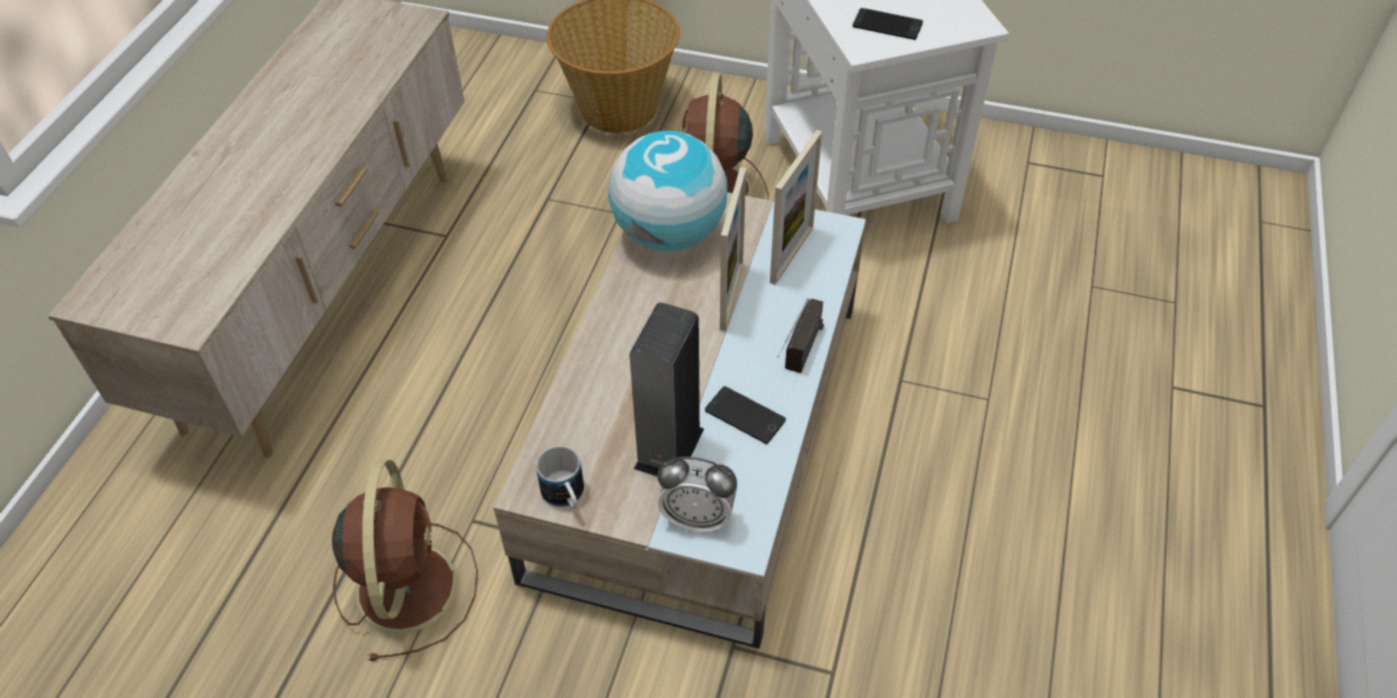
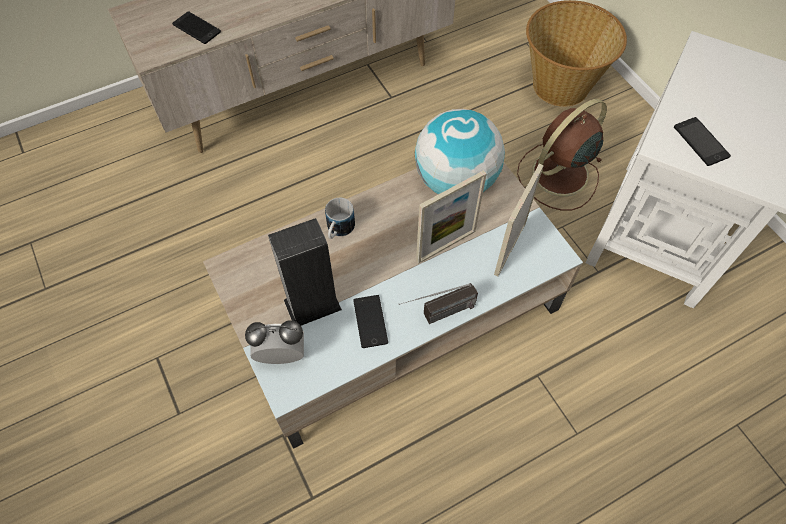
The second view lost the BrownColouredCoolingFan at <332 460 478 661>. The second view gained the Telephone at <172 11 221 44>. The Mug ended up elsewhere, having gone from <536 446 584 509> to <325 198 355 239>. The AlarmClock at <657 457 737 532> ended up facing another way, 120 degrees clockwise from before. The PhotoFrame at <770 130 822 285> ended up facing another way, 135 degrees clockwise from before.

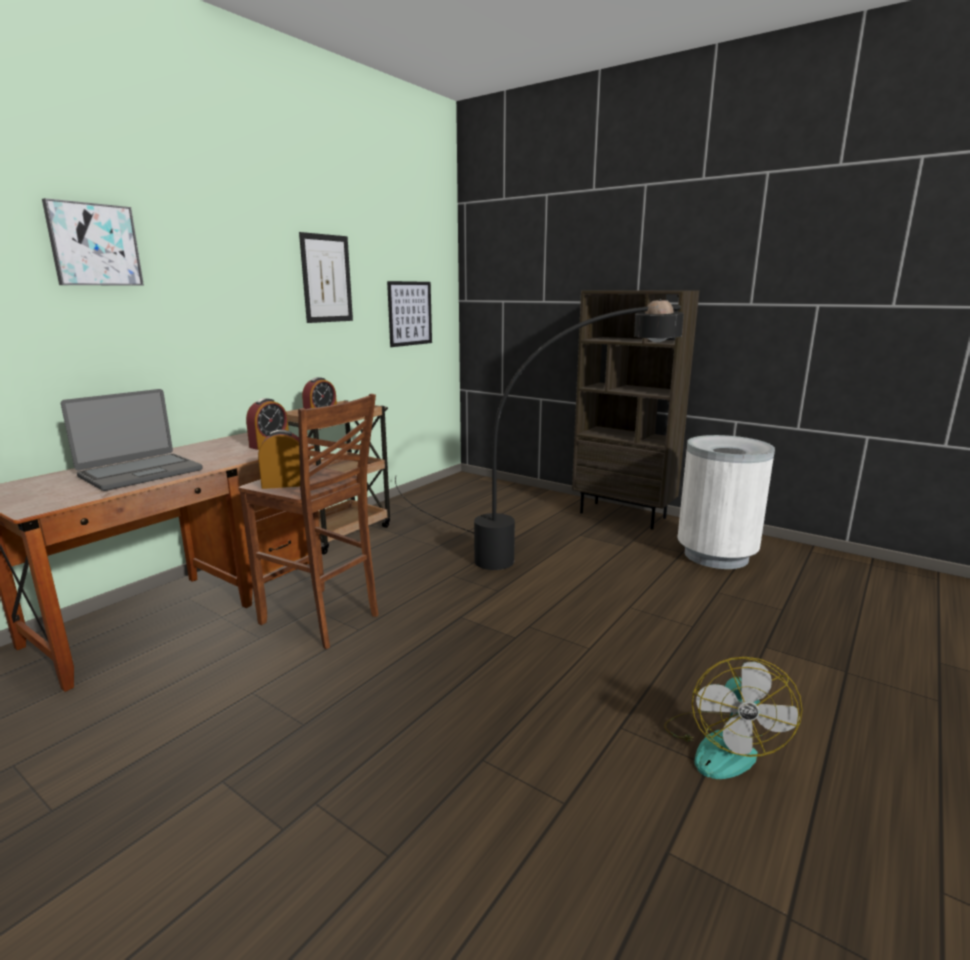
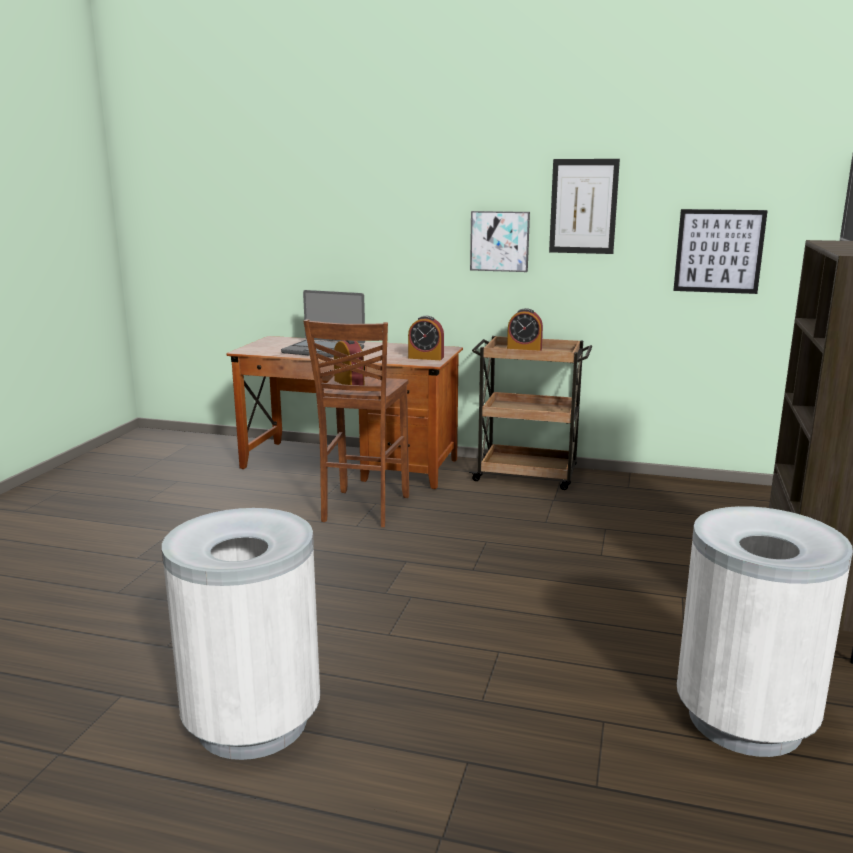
The second view lost the BlackColouredFloorLamp at <395 299 684 570>. The WallPicture ended up elsewhere, having gone from <42 198 144 286> to <470 211 530 272>. Where the CoolingFan stood at <664 657 803 779>, the WhiteTrashCan came to stand at <162 508 320 760>.

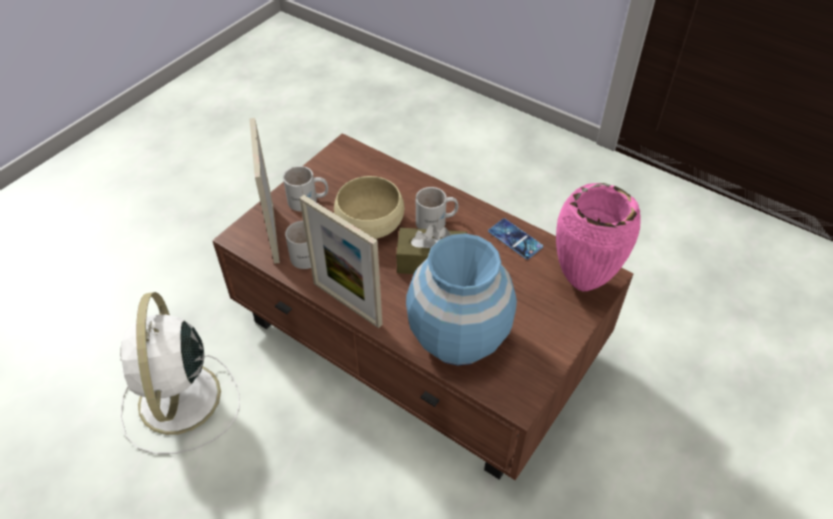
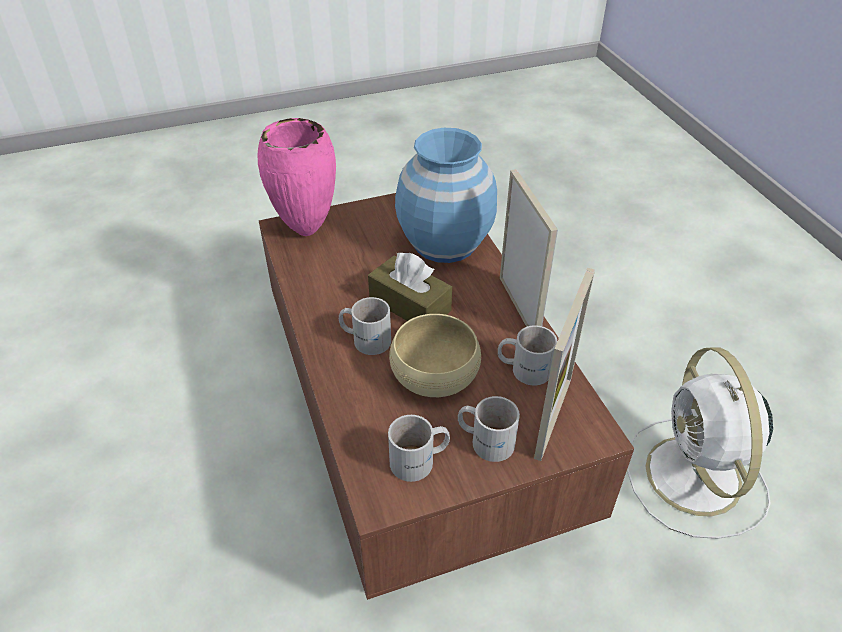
The second view lost the Telephone at <488 218 543 260>. The second view gained the WhiteMug at <388 415 450 482>. The WhiteCoolingFan at <120 292 240 454> ended up facing another way, 150 degrees clockwise from before.

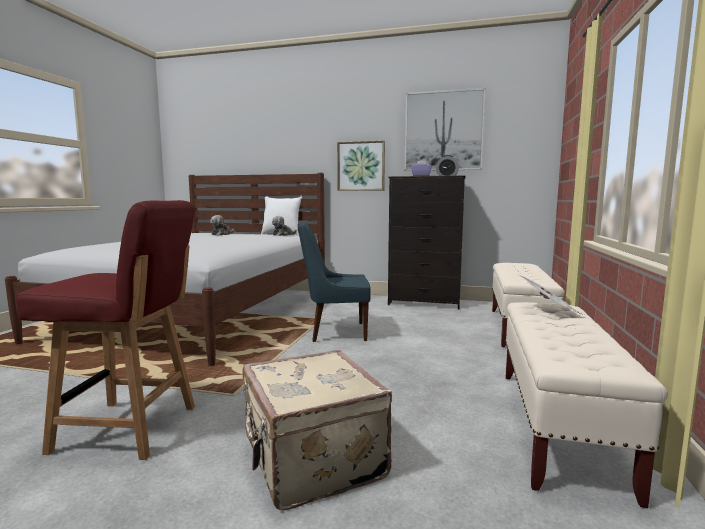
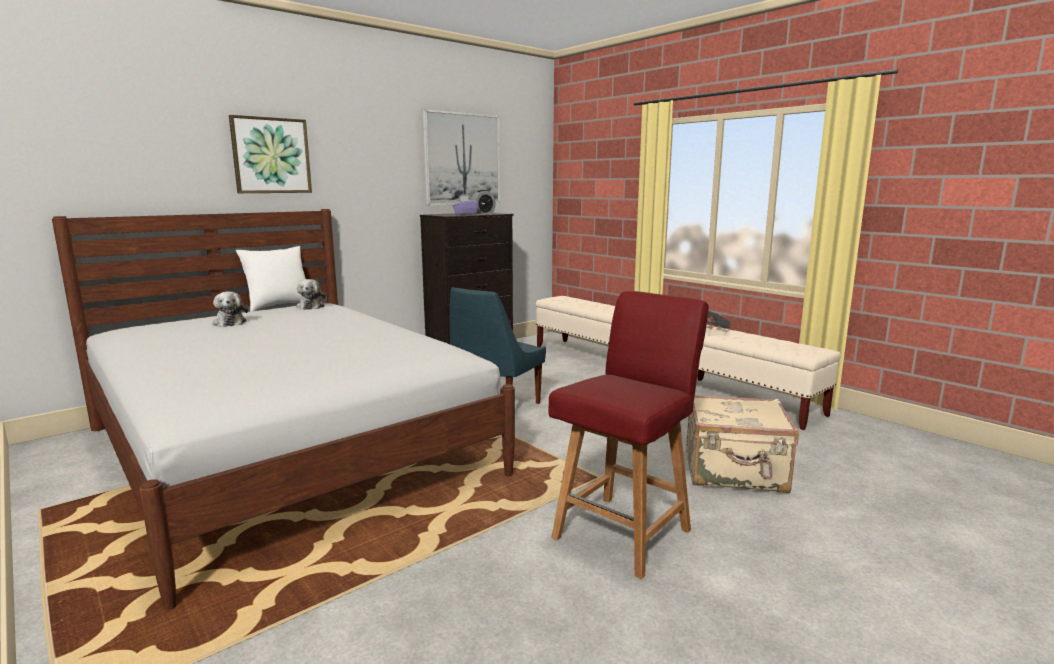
The WallPicture ended up elsewhere, having gone from <337 141 385 191> to <229 115 312 193>.

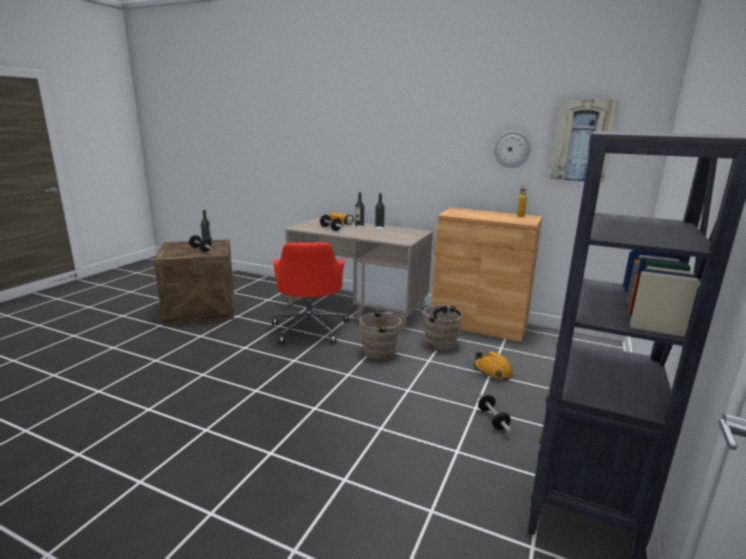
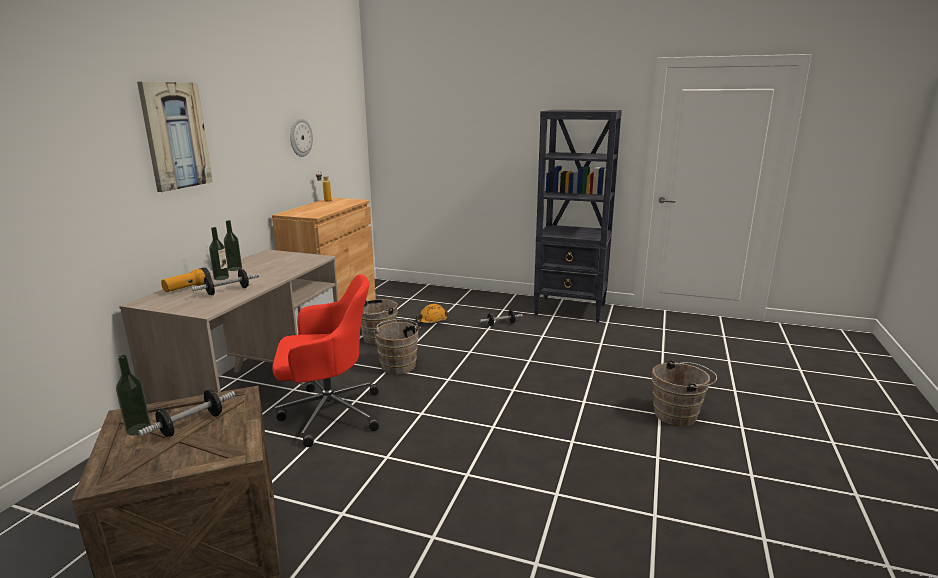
The second view gained the BrownColouredBucket at <652 360 717 426>. The WallPicture ended up elsewhere, having gone from <550 100 618 183> to <137 82 213 192>.

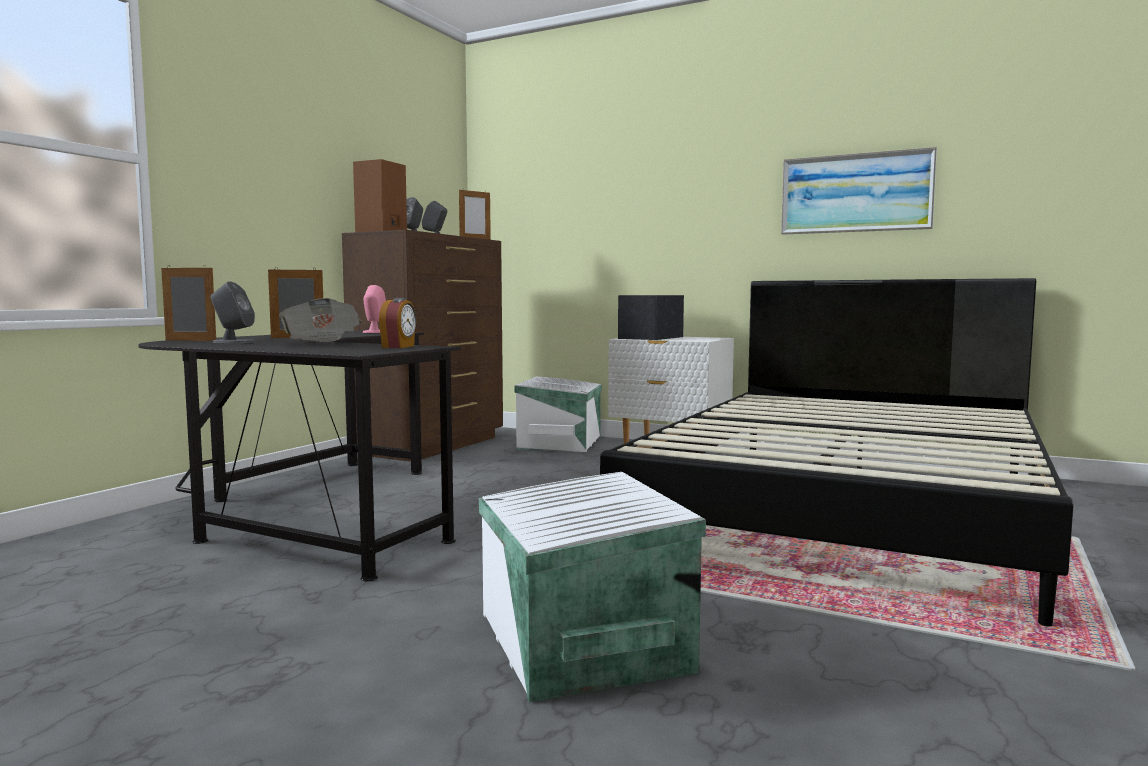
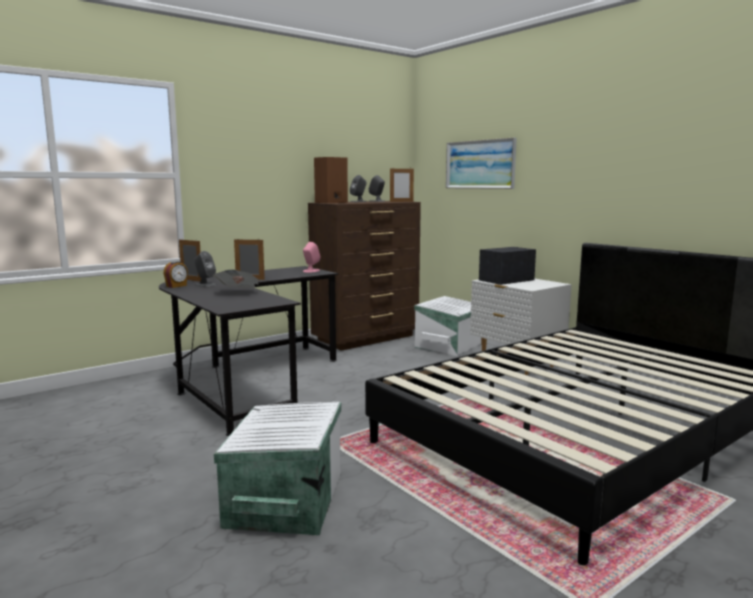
The AlarmClock ended up elsewhere, having gone from <379 298 416 348> to <164 261 188 288>. The WallPicture ended up elsewhere, having gone from <781 147 937 235> to <446 138 517 189>.

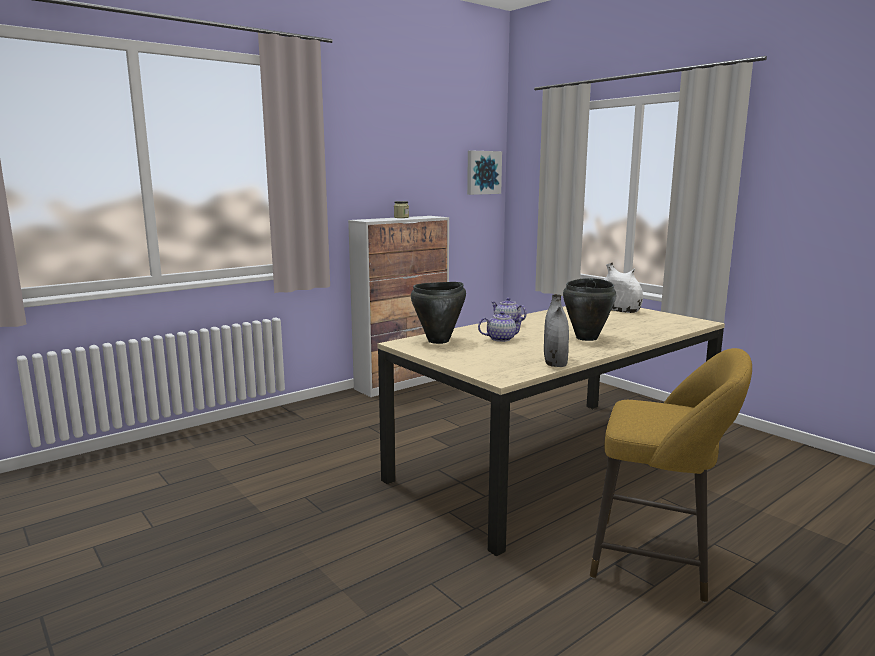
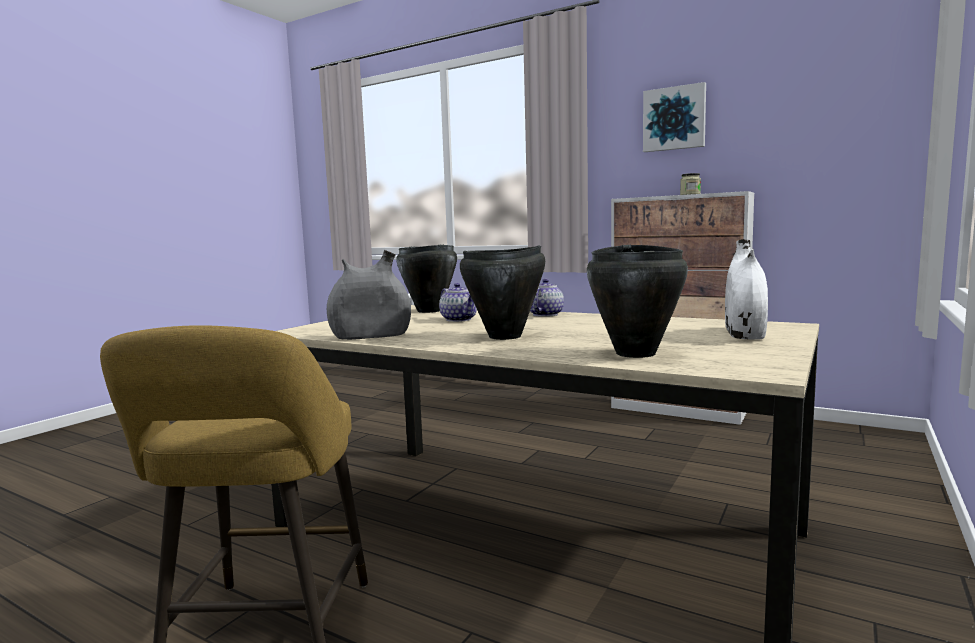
The second view gained the BlackColouredStockpot at <587 245 688 358>. The WallPicture ended up elsewhere, having gone from <467 151 502 195> to <643 82 706 152>.

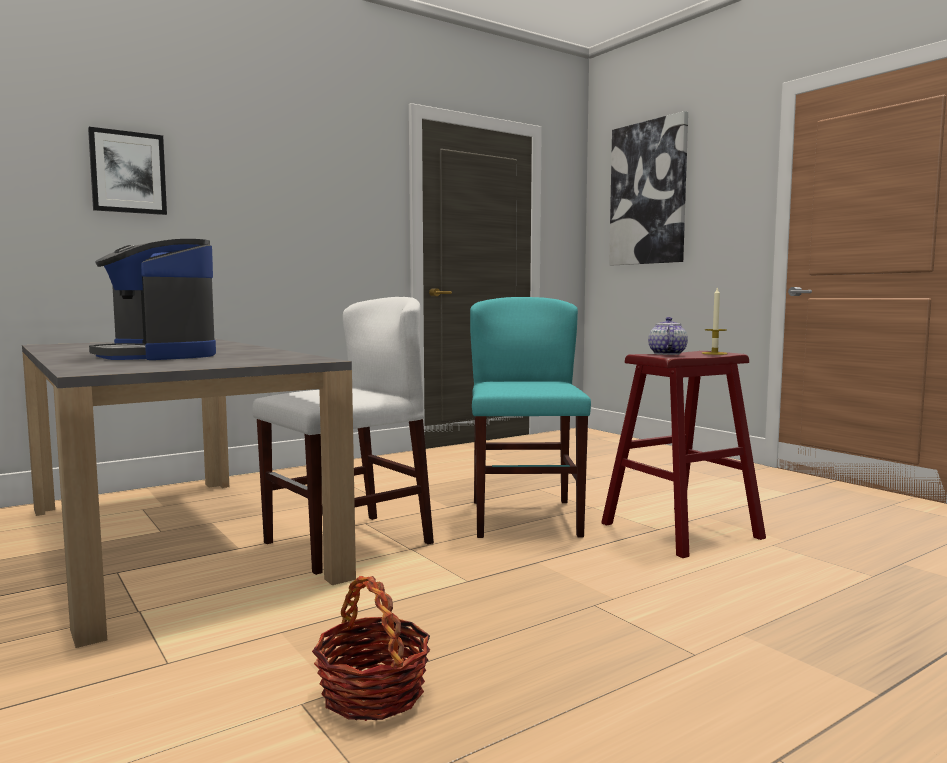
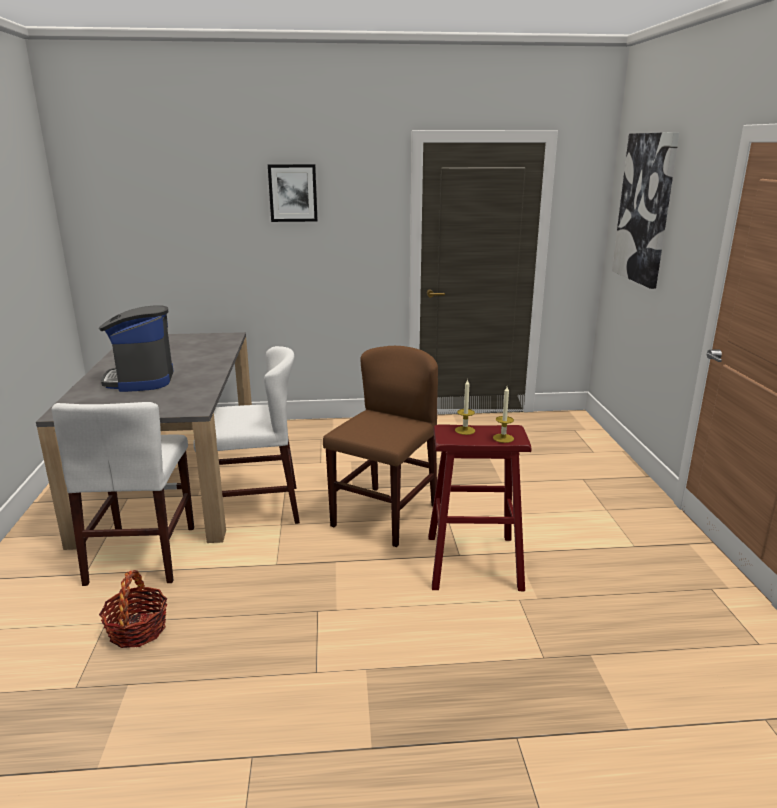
The second view gained the WhitePlainChair at <52 402 194 586>. The WallPicture ended up elsewhere, having gone from <88 127 167 215> to <268 164 318 222>. Where the PotForTea stood at <648 317 688 355>, the WaxLight came to stand at <455 379 475 435>. What was the TurquoisePlainChair at <470 297 591 538> turned into the BrownColouredPlainChair at <323 346 438 547>.

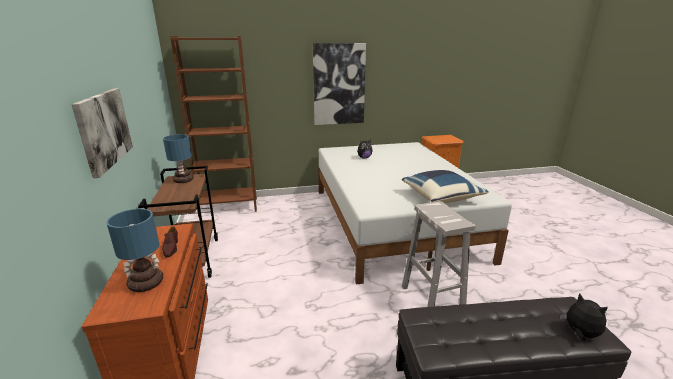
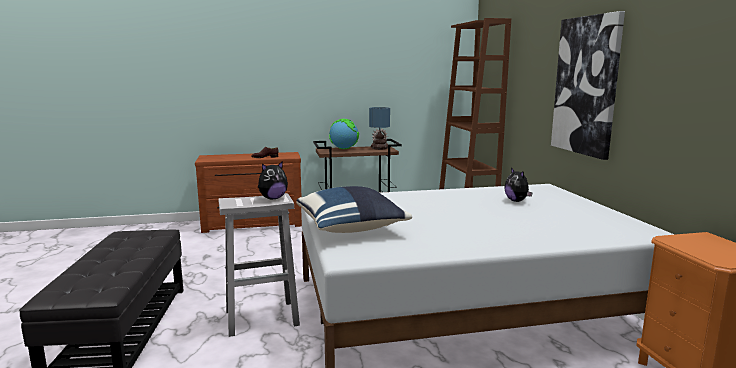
The second view lost the WallPicture at <71 88 133 178>. The second view lost the TableLamp at <106 209 163 292>. The second view gained the Globe at <329 119 359 149>. The CuddlyToy ended up elsewhere, having gone from <560 293 608 341> to <258 161 288 199>.

